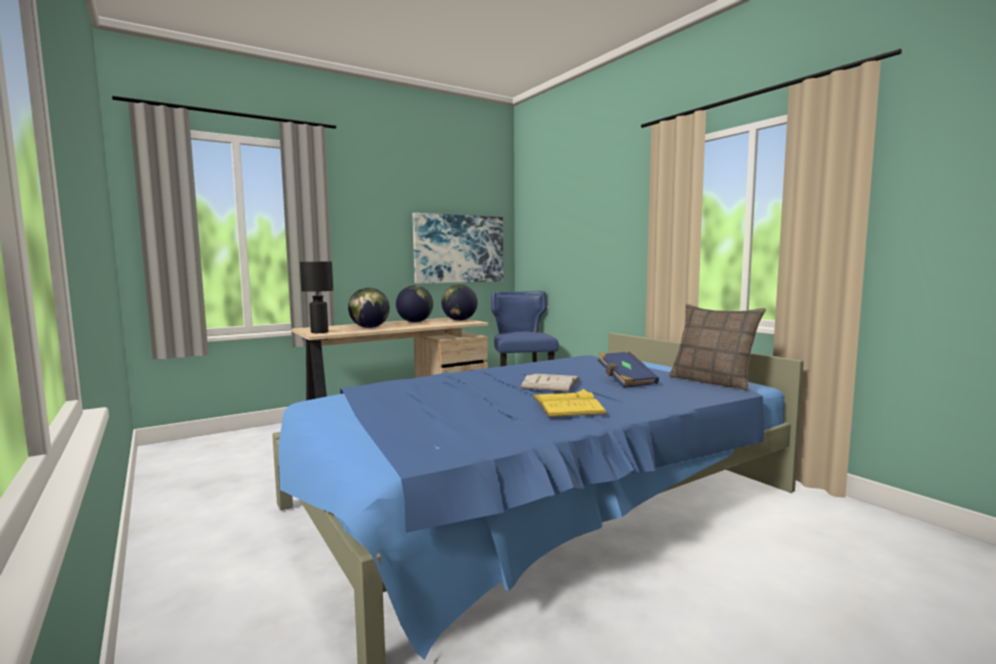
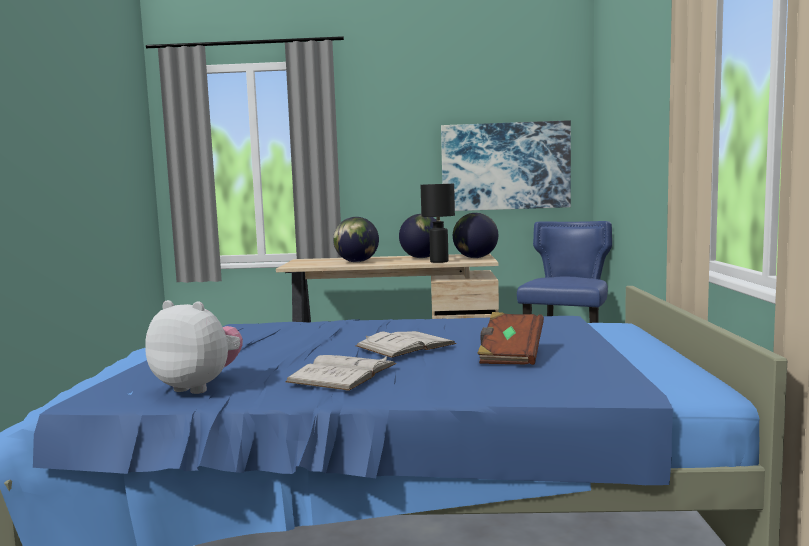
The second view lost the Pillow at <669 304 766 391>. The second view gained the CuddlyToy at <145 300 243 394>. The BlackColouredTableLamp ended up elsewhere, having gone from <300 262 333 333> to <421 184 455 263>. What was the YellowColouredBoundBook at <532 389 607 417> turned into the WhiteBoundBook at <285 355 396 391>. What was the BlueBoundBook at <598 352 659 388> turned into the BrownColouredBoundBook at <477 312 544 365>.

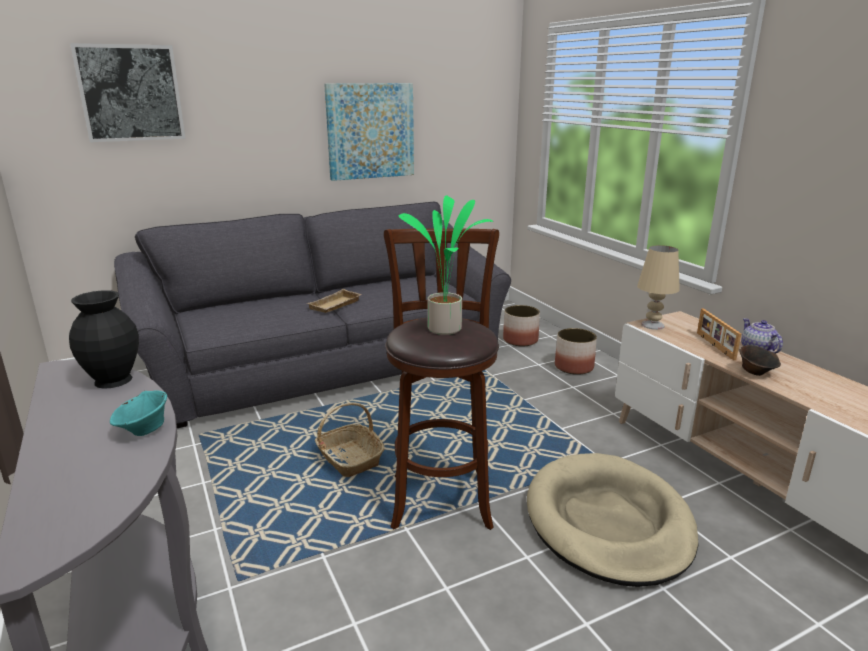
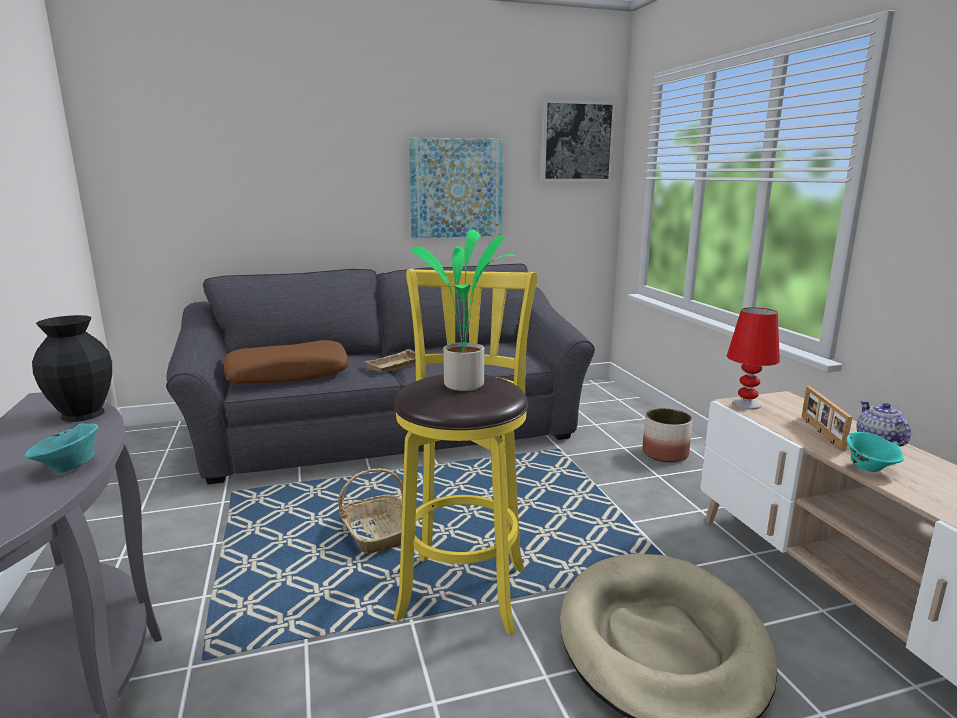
The second view lost the FlowerPot at <503 305 540 346>. The second view gained the BrownColouredPillow at <224 340 349 383>. The WallPicture ended up elsewhere, having gone from <70 43 186 142> to <540 99 616 181>. What was the BrownColouredStool at <384 229 499 530> turned into the YellowColouredStool at <394 269 538 636>. What was the BeigeTableLamp at <637 245 680 330> turned into the RedColouredTableLamp at <727 308 780 410>. What was the BrownColouredDeepDish at <740 345 781 376> turned into the TurquoiseDeepDish at <846 432 904 472>.

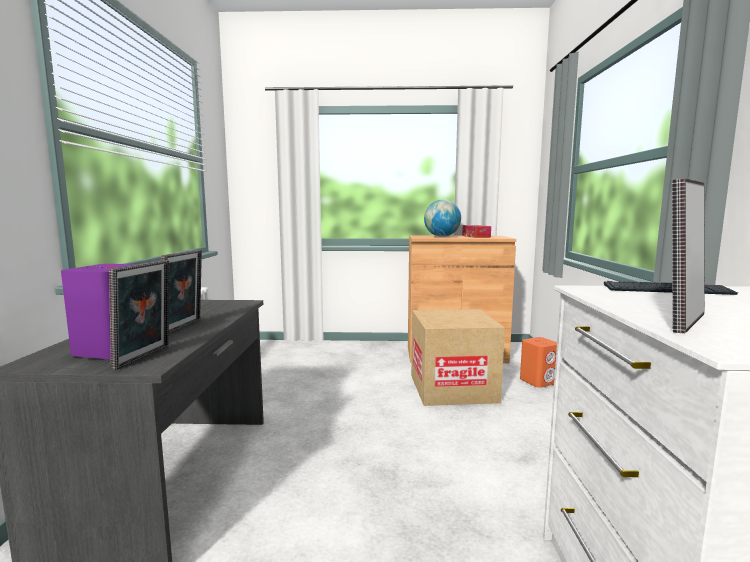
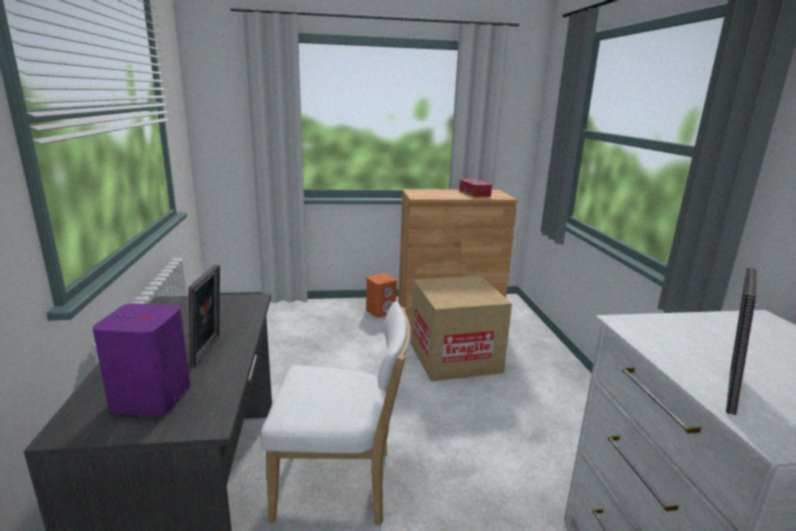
The second view lost the PhotoFrame at <109 260 169 370>. The second view lost the Globe at <424 199 461 237>. The second view lost the ComputerKeyboard at <604 281 738 295>. The second view gained the WhitePlainChair at <260 301 410 526>. The OrangeAudioSpeaker ended up elsewhere, having gone from <520 337 557 388> to <366 273 397 318>.

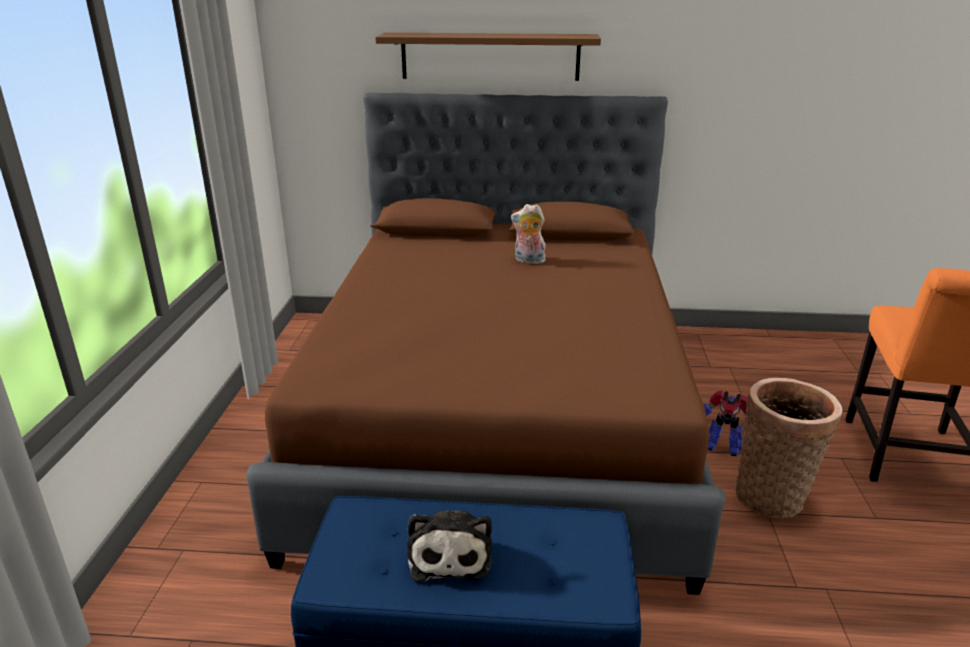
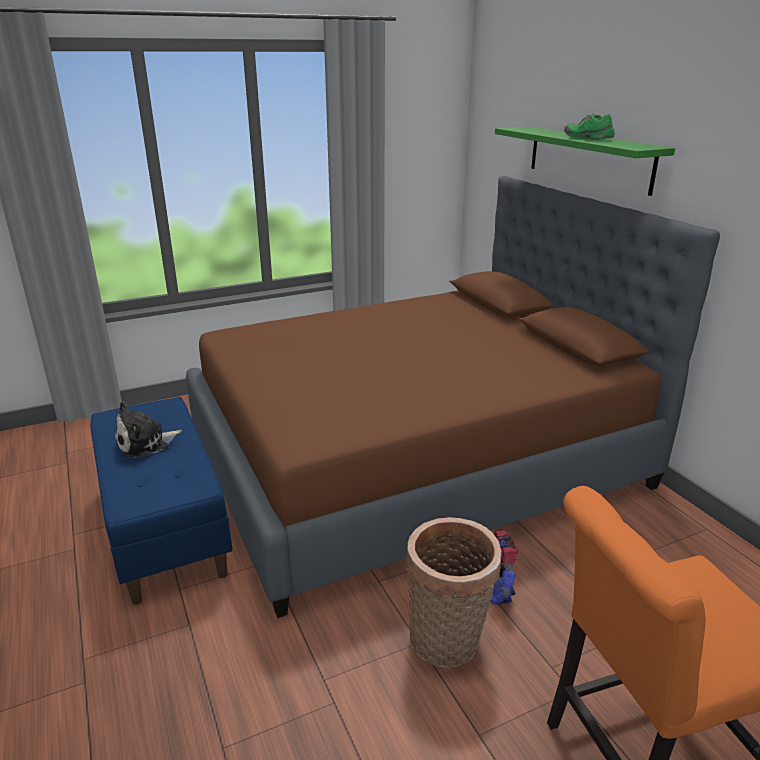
The second view lost the CuddlyToy at <511 204 547 264>. The second view gained the GreenLowShoe at <564 114 615 140>. What was the BrownColouredWallShelf at <375 33 601 81> turned into the GreenWallShelf at <495 127 675 196>.

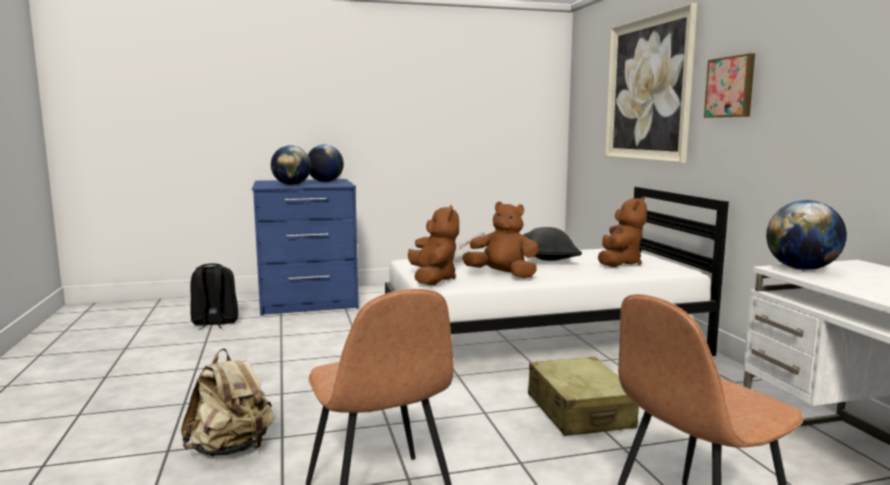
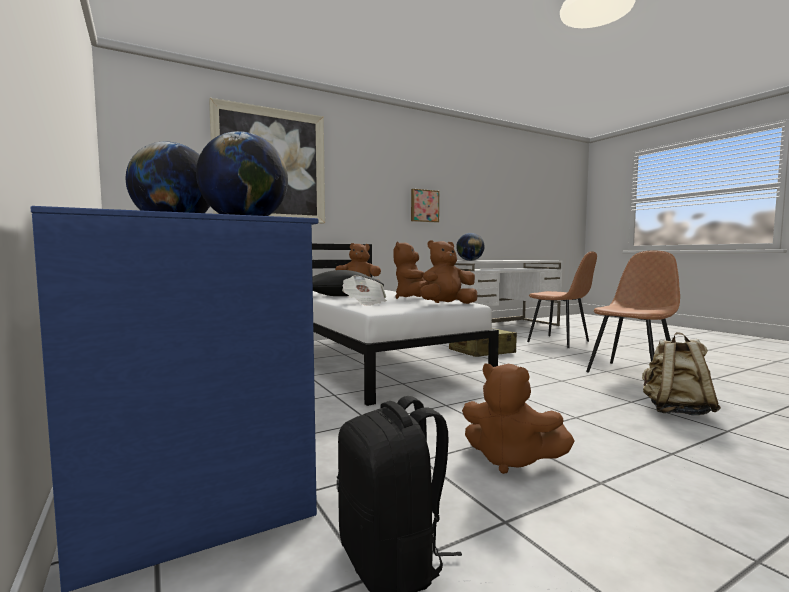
The second view gained the BrownColouredCuddlyToy at <462 364 575 474>. The WallPicture ended up elsewhere, having gone from <704 53 755 118> to <411 189 439 222>.

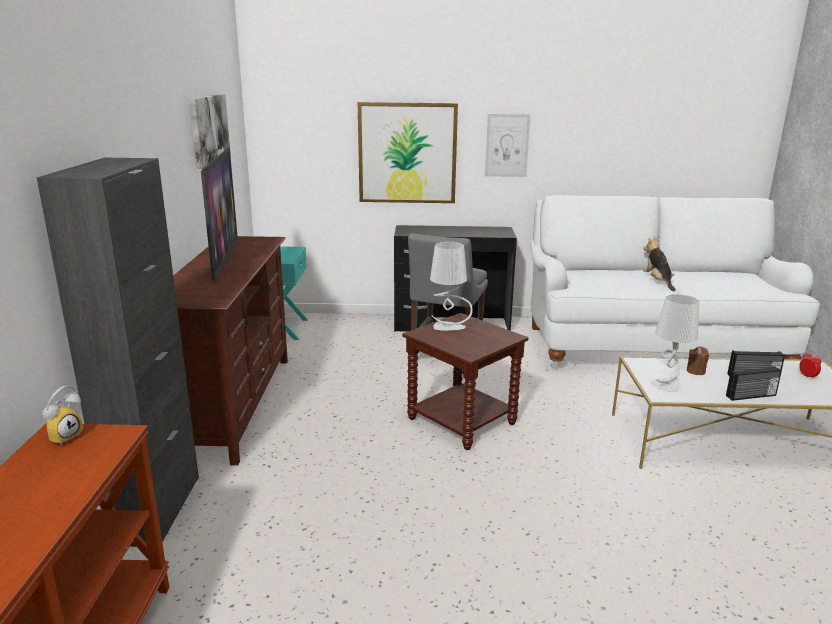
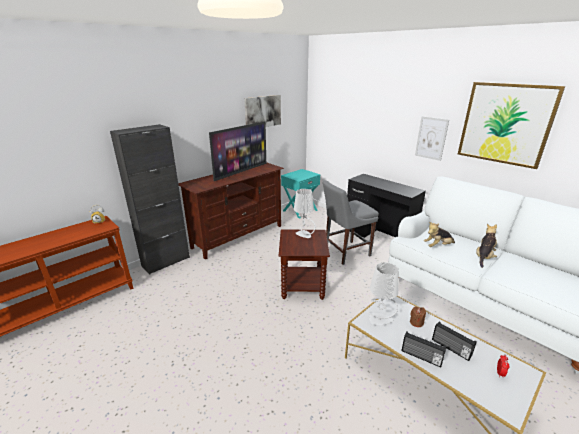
The second view gained the CuddlyToy at <424 222 455 247>. The WallPicture ended up elsewhere, having gone from <358 102 458 203> to <458 82 565 169>.

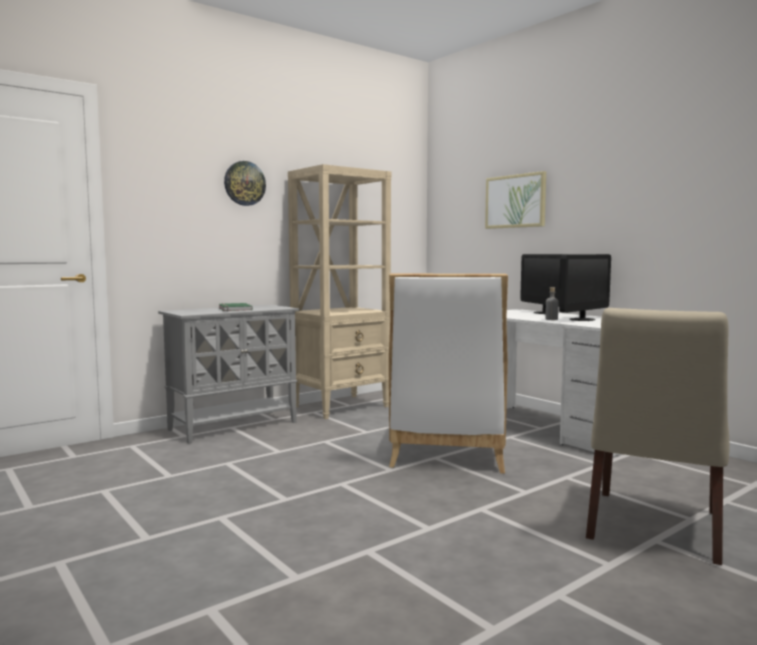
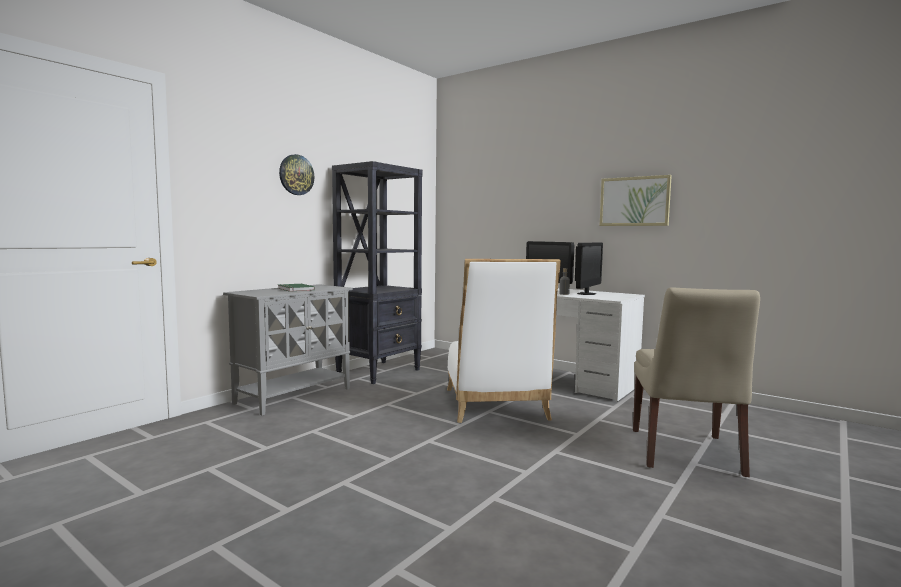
The WallPicture ended up elsewhere, having gone from <485 171 546 229> to <600 175 672 226>. What was the BeigeShelvingUnit at <288 164 391 419> turned into the BlackColouredShelvingUnit at <332 161 423 384>.

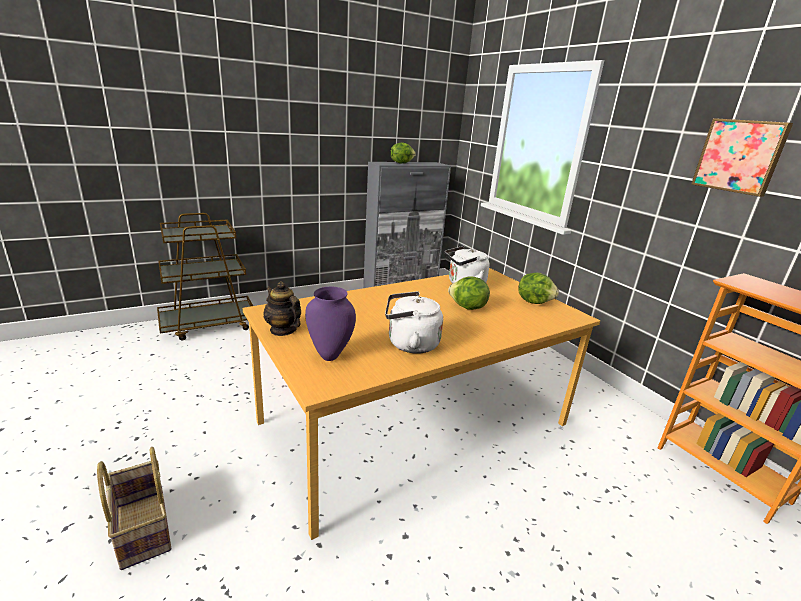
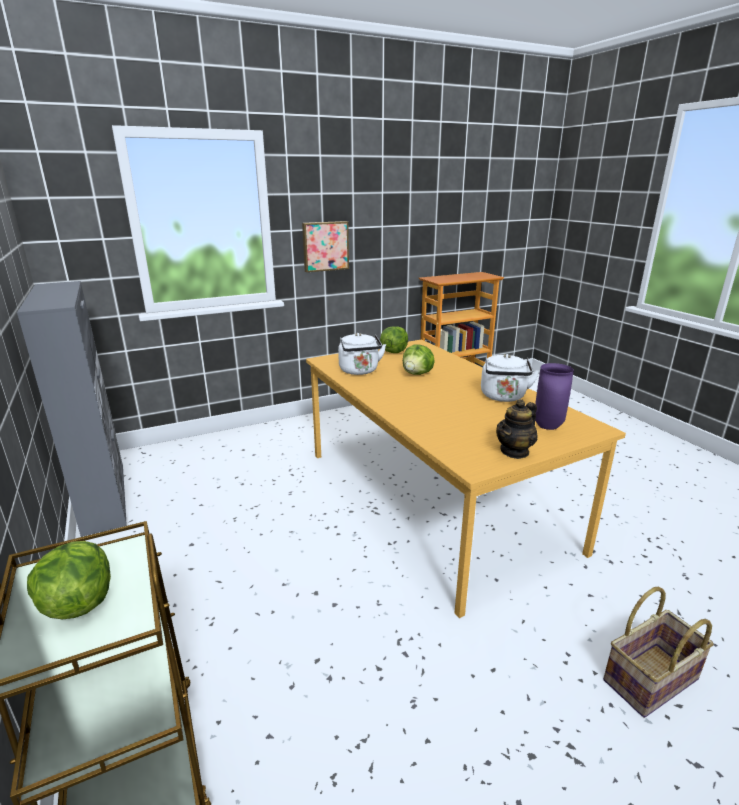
The HeadOfLettuce ended up elsewhere, having gone from <390 143 416 163> to <27 541 111 619>. The WallPicture ended up elsewhere, having gone from <691 118 793 197> to <302 221 349 272>.

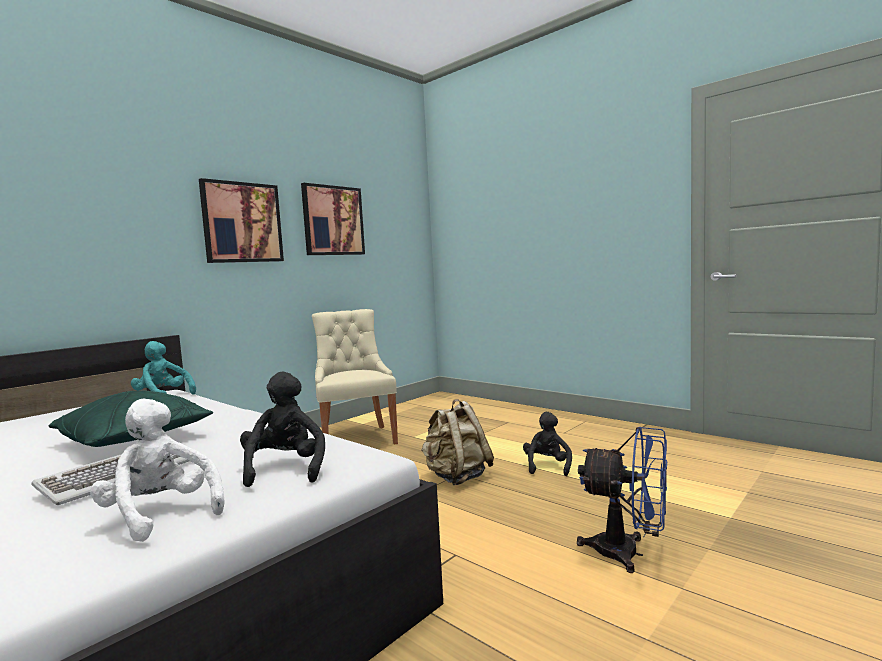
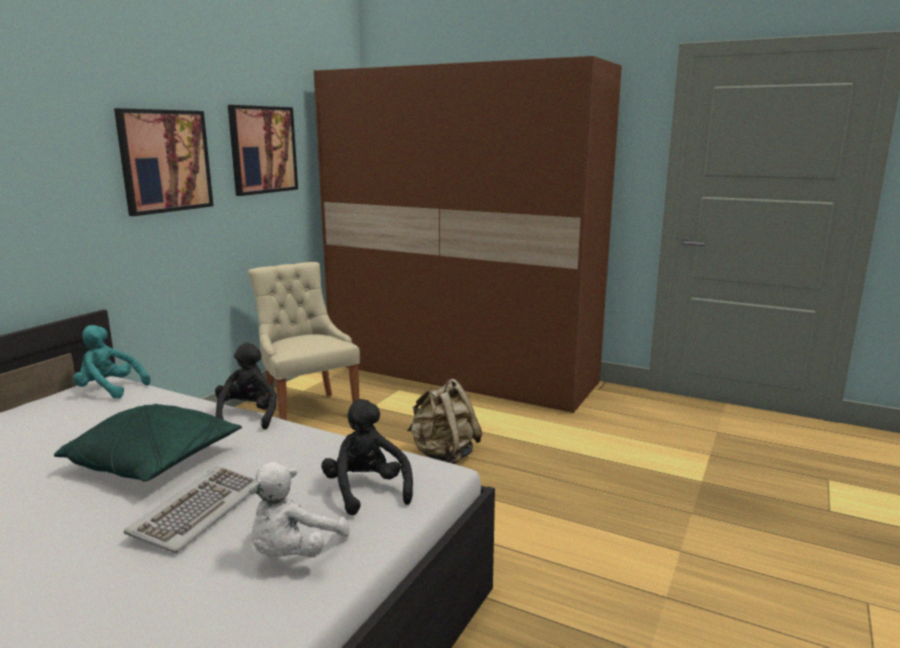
The second view lost the BlueCoolingFan at <577 427 667 573>. The second view gained the BrownColouredWardrobe at <314 56 622 413>. The BlackColouredCuddlyToy ended up elsewhere, having gone from <523 412 572 476> to <215 343 277 430>. The WhiteCuddlyToy at <90 398 224 542> ended up facing another way, 90 degrees counterclockwise from before.

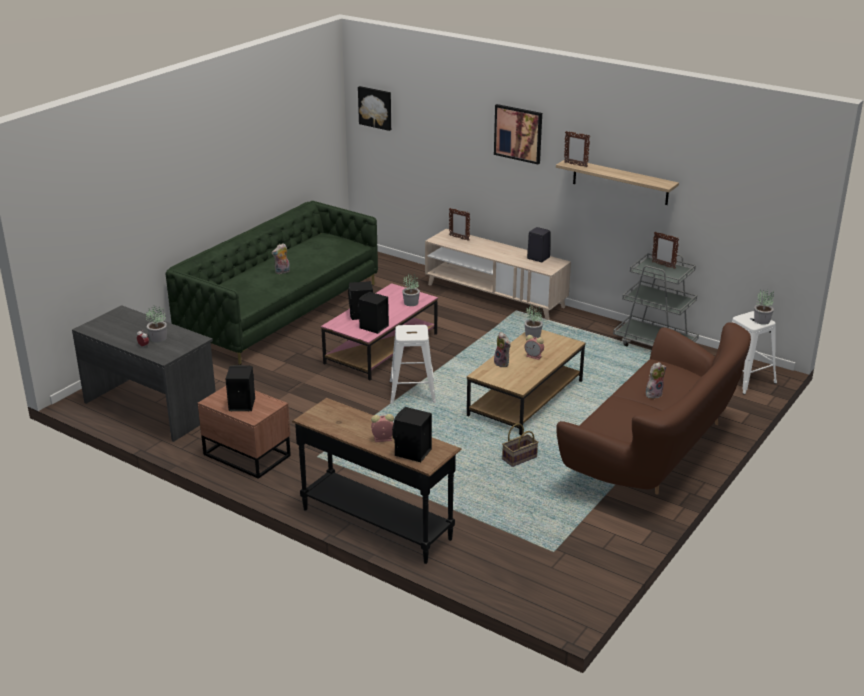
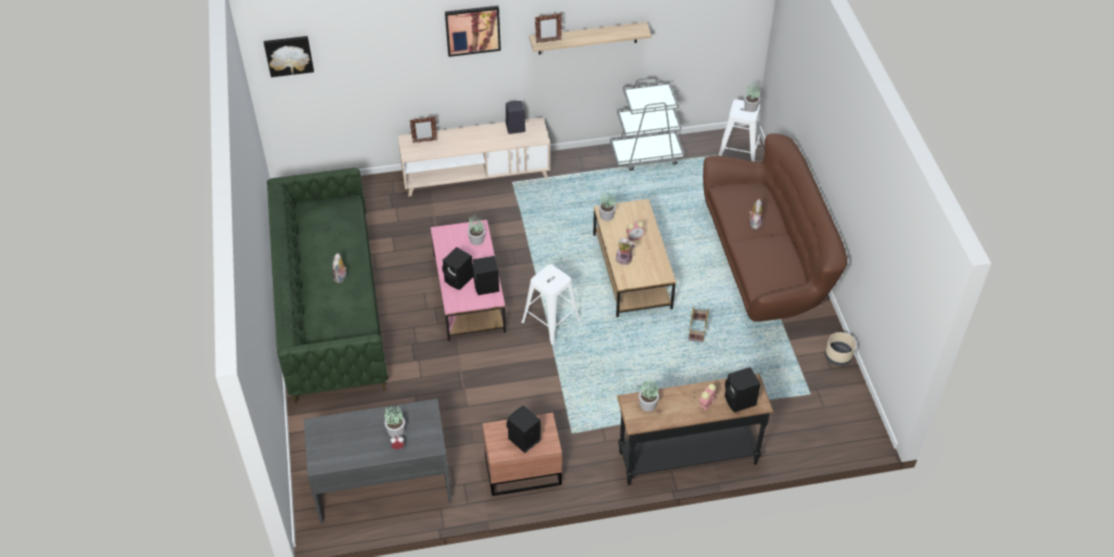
The second view lost the PhotoFrame at <652 232 679 269>. The second view gained the PlantInAPot at <639 380 659 412>. The second view gained the BeigeFlowerPot at <825 332 856 366>.

